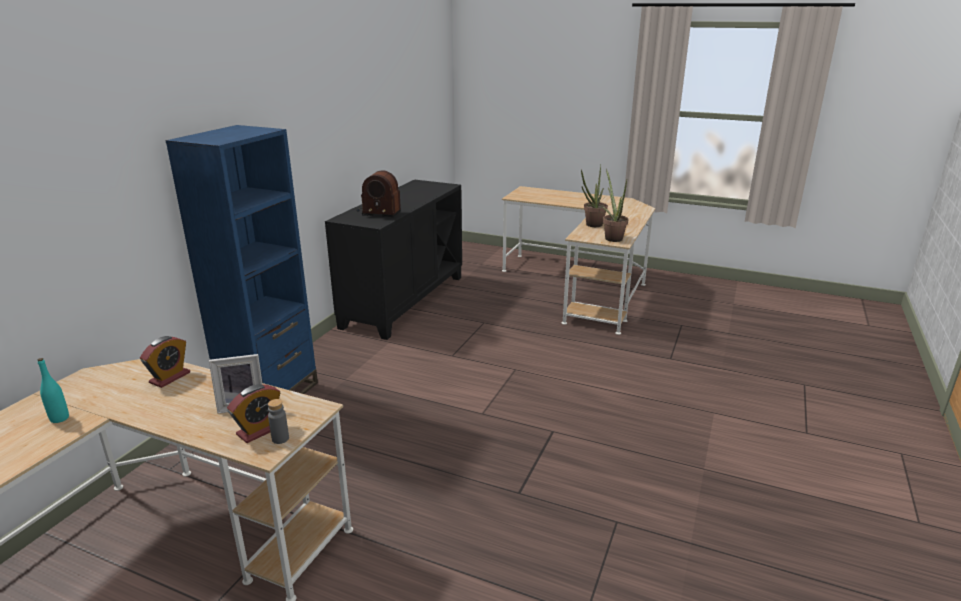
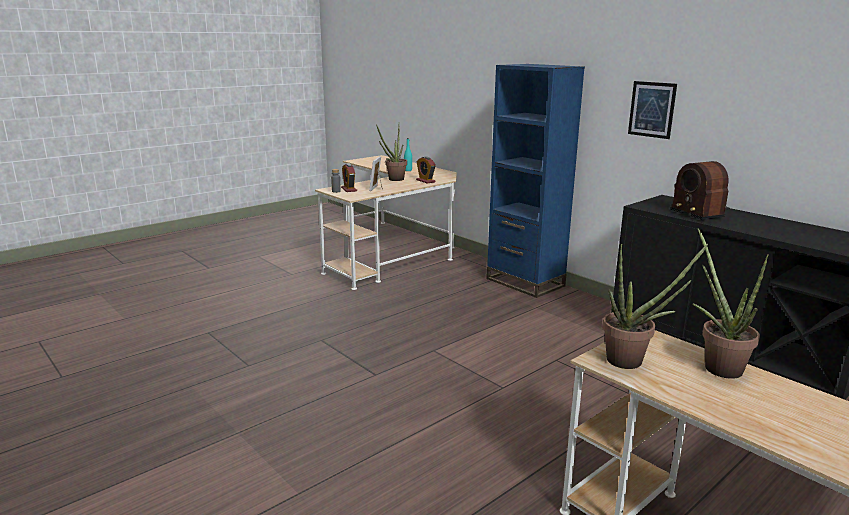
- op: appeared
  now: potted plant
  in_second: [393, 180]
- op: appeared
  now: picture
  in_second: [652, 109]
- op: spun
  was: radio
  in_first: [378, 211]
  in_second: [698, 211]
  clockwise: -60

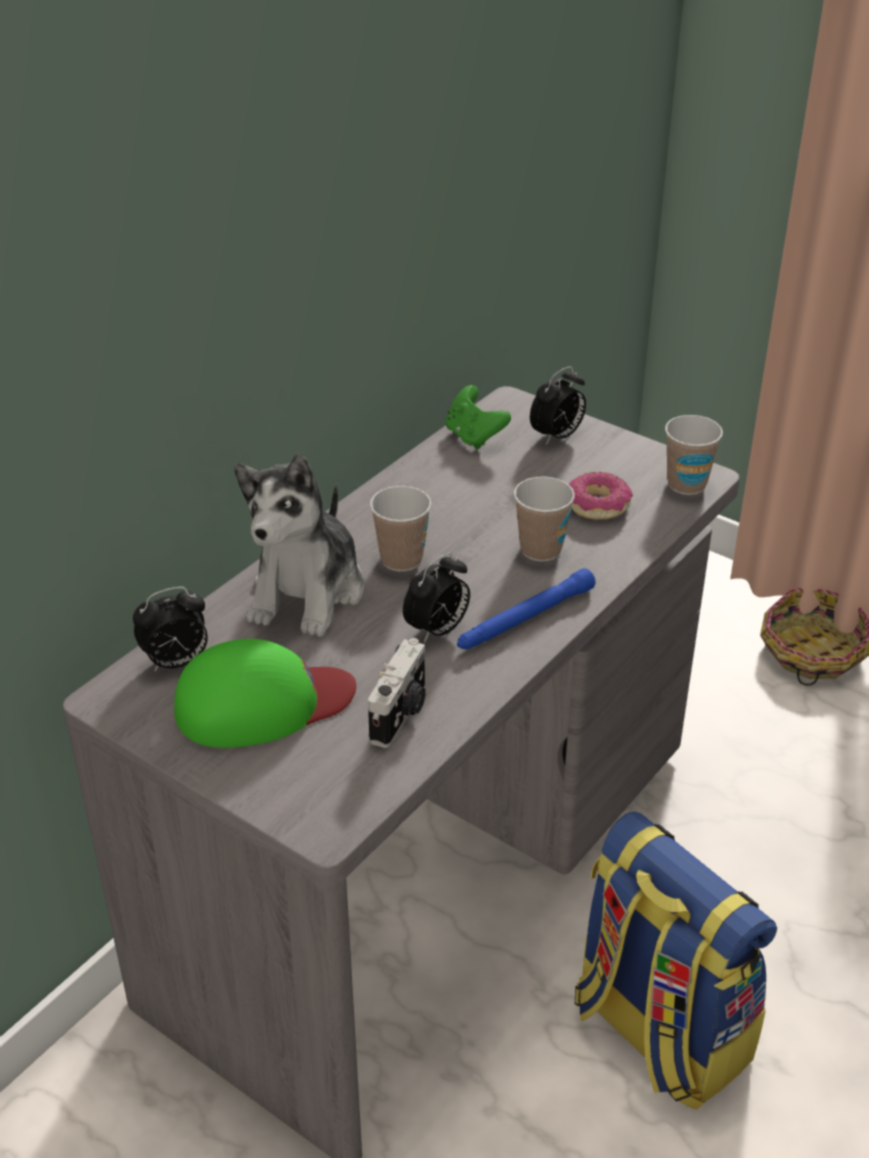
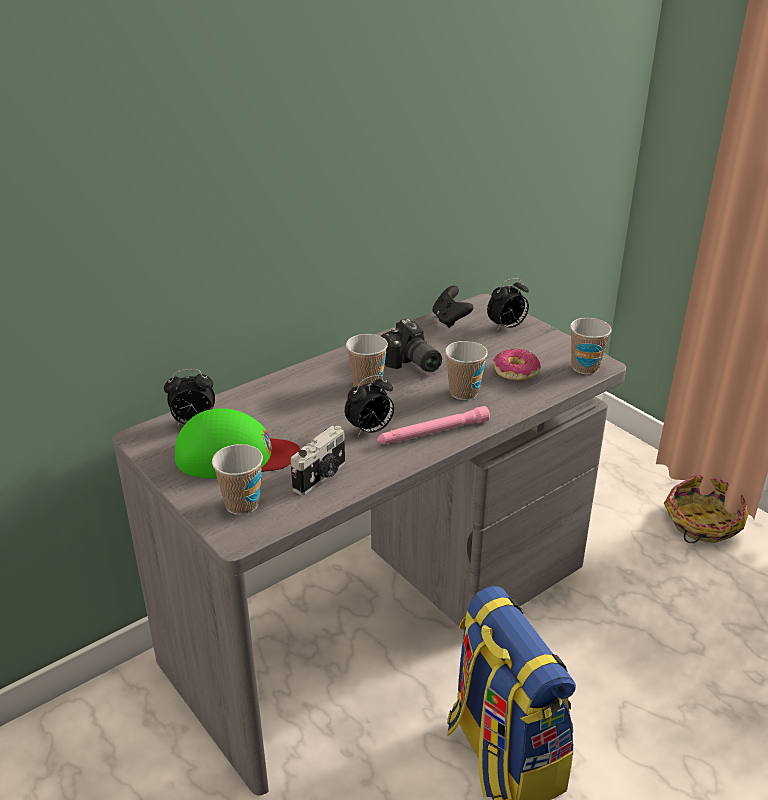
- op: appeared
  now: cup
  in_second: [242, 504]
- op: colour
  was: blue flashlight
  now: pink flashlight
  in_first: [524, 619]
  in_second: [432, 433]
- op: appeared
  now: photo camera
  in_second: [410, 364]
- op: colour
  was: green game controller
  now: black game controller
  in_first: [474, 437]
  in_second: [450, 320]
- op: missing
  was: plush toy
  in_first: [308, 592]

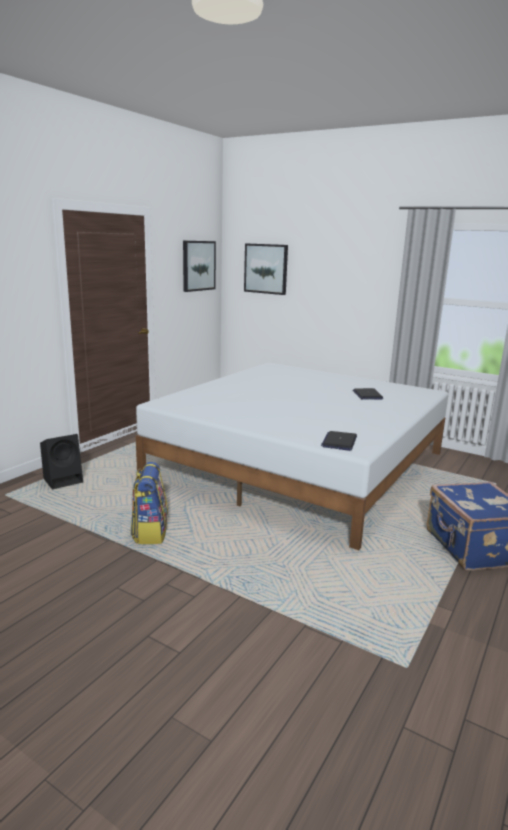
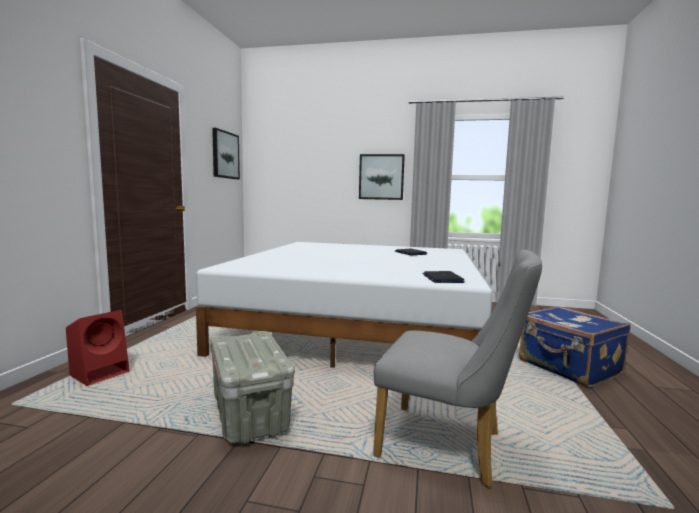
- op: colour
  was: black speaker
  now: red speaker
  in_first: [64, 480]
  in_second: [101, 373]
- op: exchanged
  was: backpack
  now: grey storage box
  in_first: [150, 532]
  in_second: [249, 413]
- op: relocated
  was: picture
  in_first: [266, 268]
  in_second: [381, 177]
- op: appeared
  now: grey chair
  in_second: [449, 446]

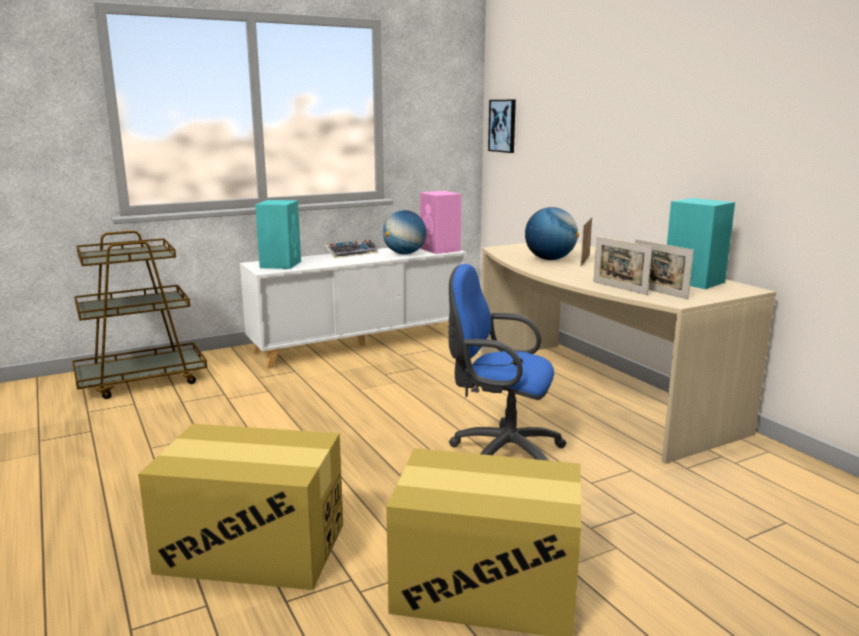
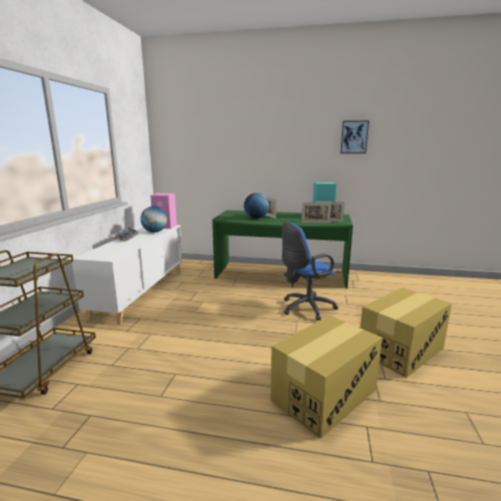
- op: colour
  was: beige desk
  now: green desk
  in_first: [593, 394]
  in_second: [280, 275]
- op: relocated
  was: picture
  in_first: [503, 126]
  in_second: [354, 137]
- op: missing
  was: turquoise speaker
  in_first: [281, 264]

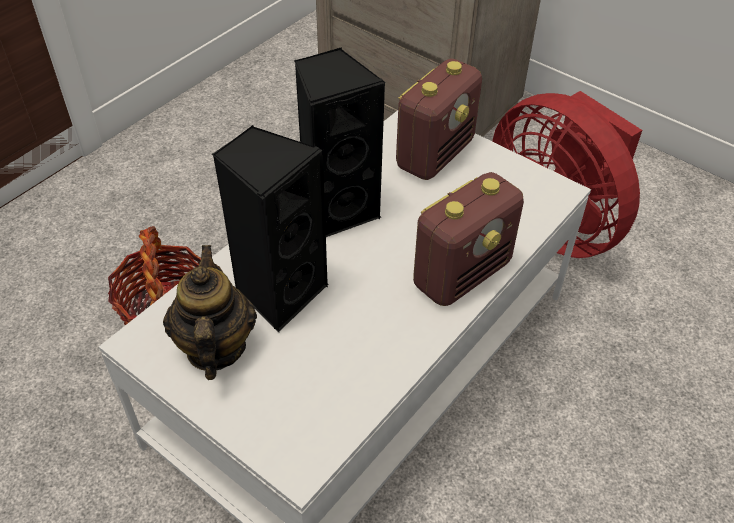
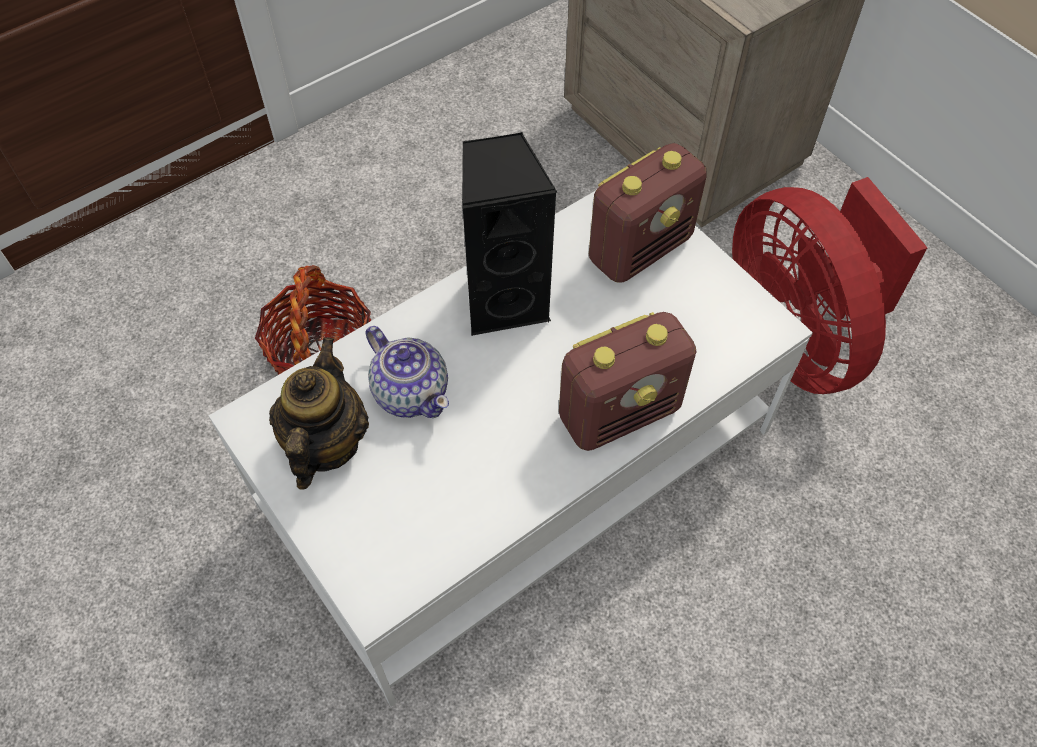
- op: exchanged
  was: black speaker
  now: teapot
  in_first: [279, 292]
  in_second: [411, 391]

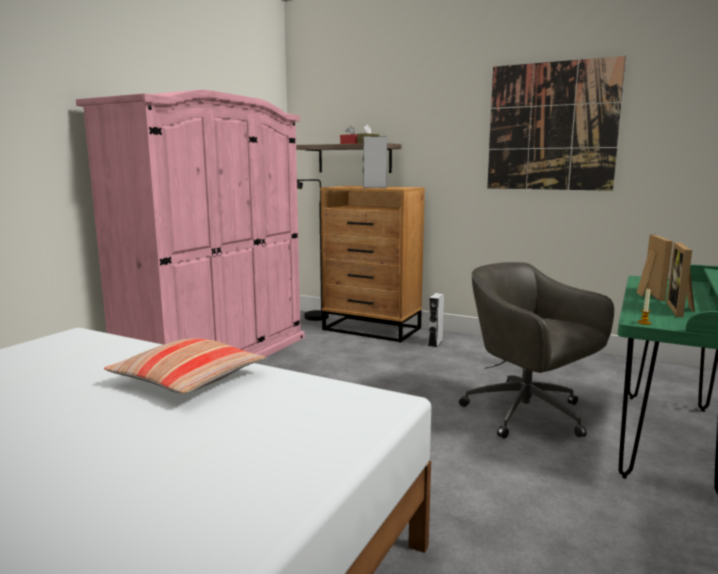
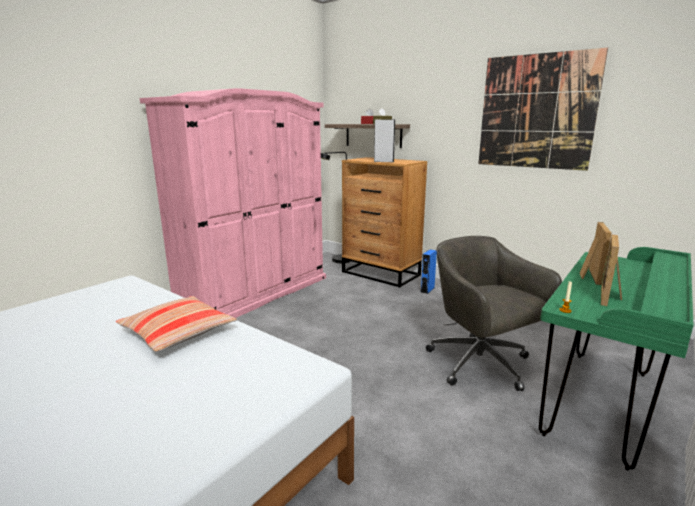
- op: colour
  was: grey speaker
  now: blue speaker
  in_first: [435, 343]
  in_second: [427, 290]

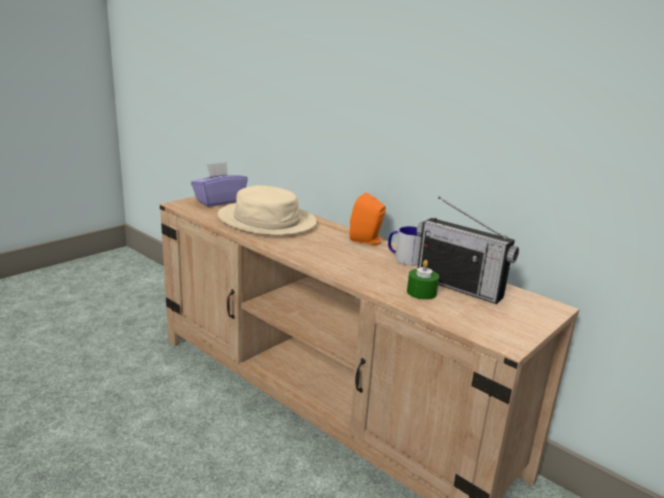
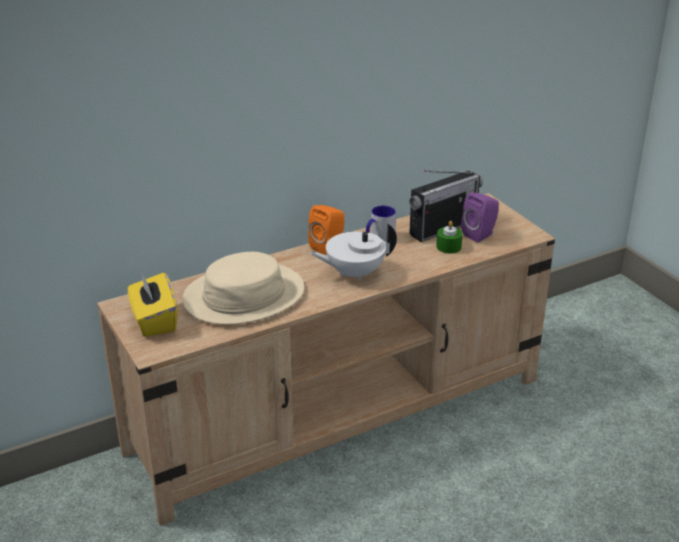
- op: colour
  was: purple tissue box
  now: yellow tissue box
  in_first: [219, 201]
  in_second: [154, 321]
- op: appeared
  now: white teapot
  in_second: [354, 273]
- op: appeared
  now: purple speaker
  in_second: [480, 234]

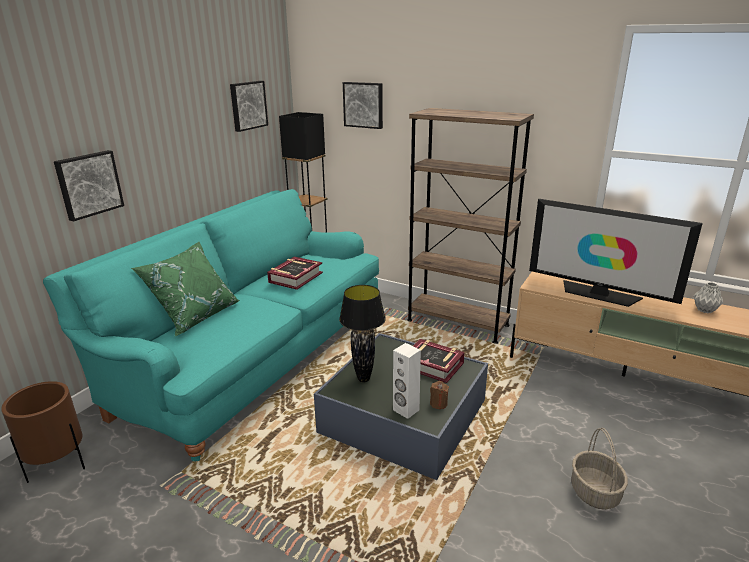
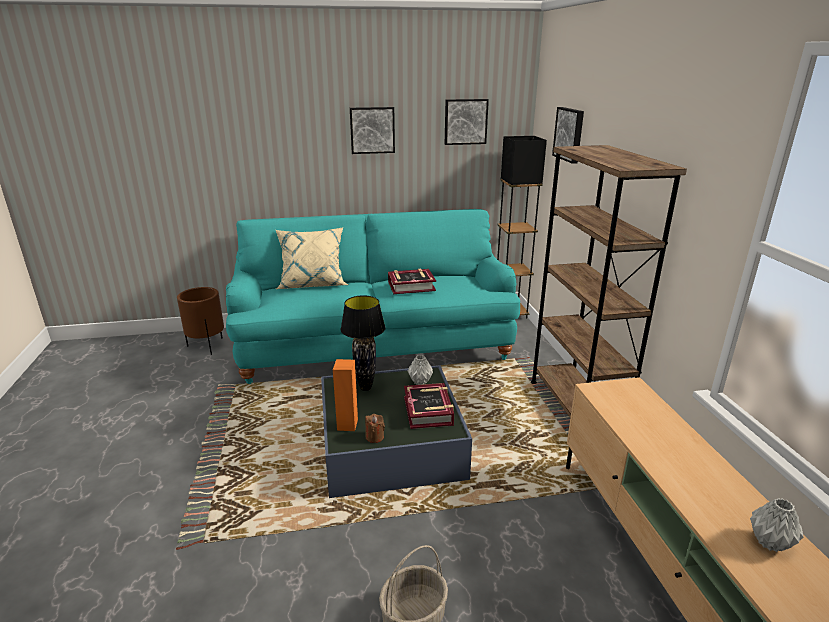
- op: colour
  was: green pillow
  now: beige pillow
  in_first: [195, 316]
  in_second: [313, 283]
- op: colour
  was: white speaker
  now: orange speaker
  in_first: [405, 410]
  in_second: [347, 424]
- op: relocated
  was: picture
  in_first: [88, 184]
  in_second: [372, 130]
- op: appeared
  now: grey vase
  in_second: [420, 382]
- op: missing
  was: television
  in_first: [599, 294]

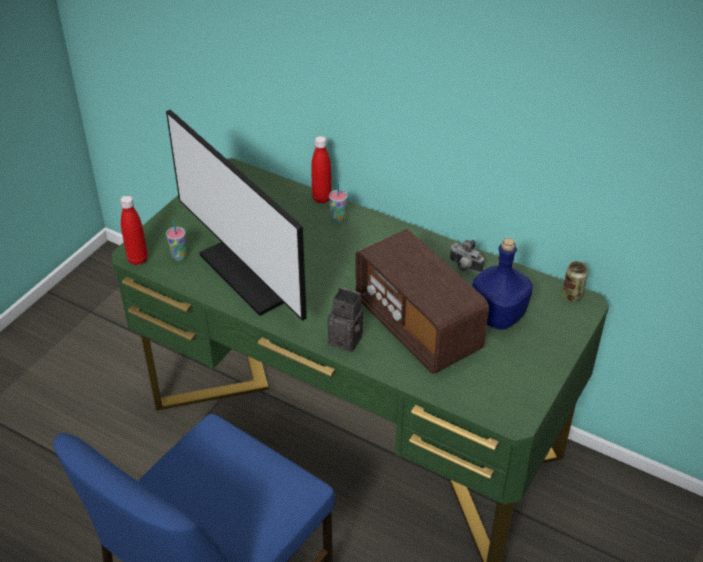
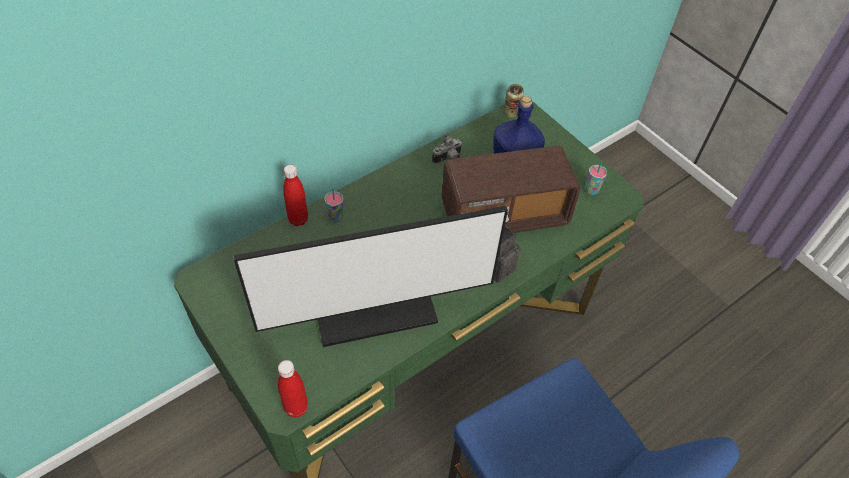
- op: relocated
  was: cup
  in_first: [179, 256]
  in_second: [591, 190]

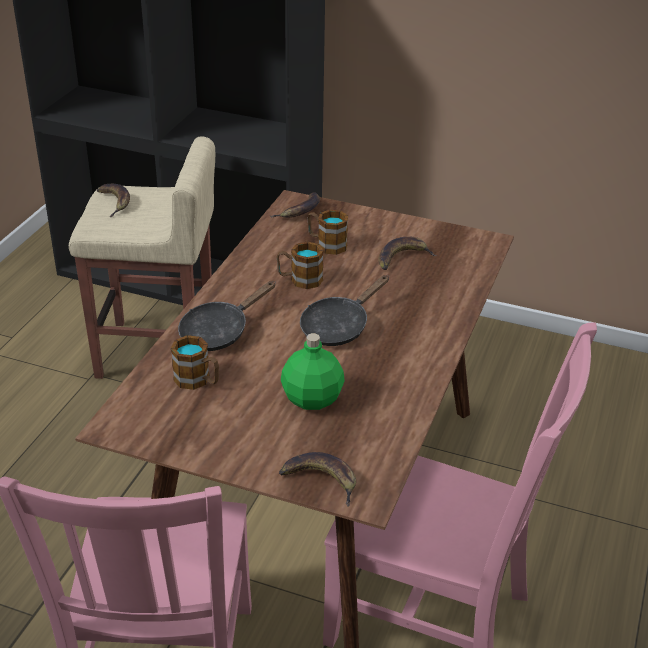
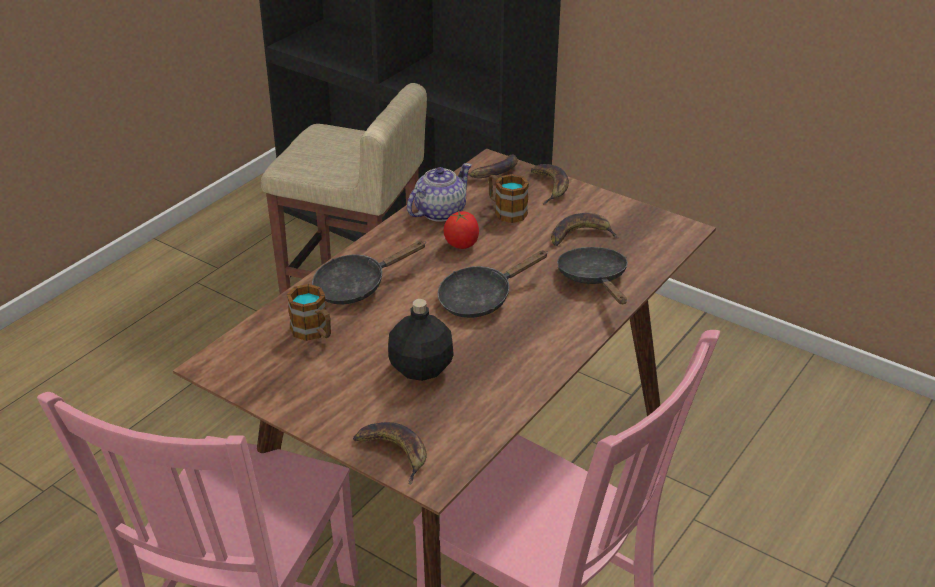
- op: colour
  was: green bottle
  now: black bottle
  in_first: [312, 399]
  in_second: [421, 369]
- op: appeared
  now: teapot
  in_second: [439, 212]
- op: exchanged
  was: mug
  now: tomato
  in_first: [299, 280]
  in_second: [461, 244]
- op: relocated
  was: banana
  in_first: [115, 202]
  in_second: [550, 187]
- op: appeared
  now: black frying pan
  in_second: [594, 279]

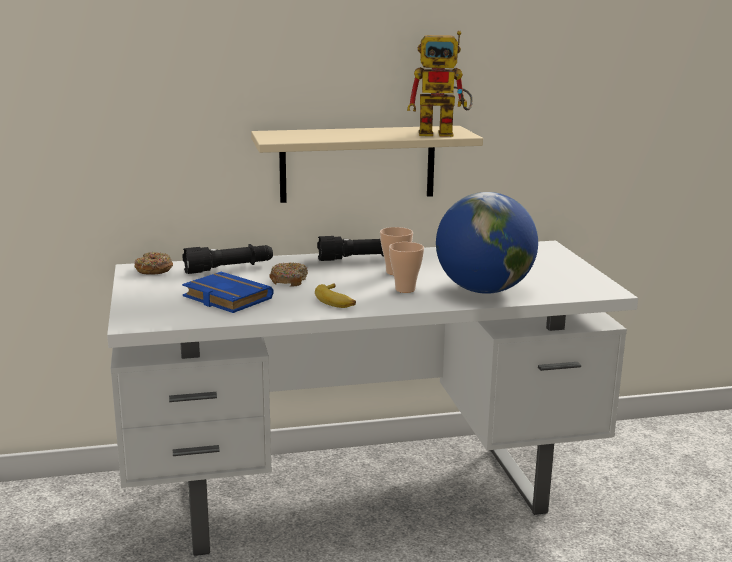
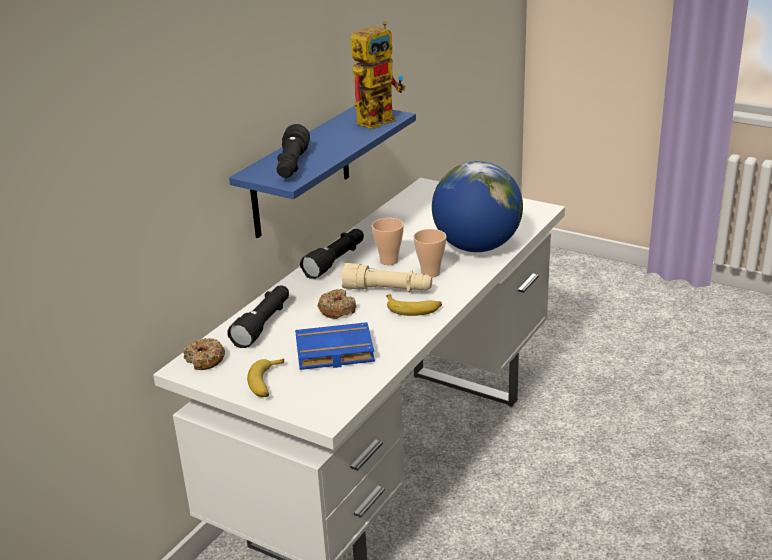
- op: colour
  was: beige shelf
  now: blue shelf
  in_first: [357, 164]
  in_second: [301, 172]
- op: appeared
  now: banana
  in_second: [267, 383]
- op: appeared
  now: black flashlight
  in_second: [292, 165]
- op: appeared
  now: beige flashlight
  in_second: [387, 290]

